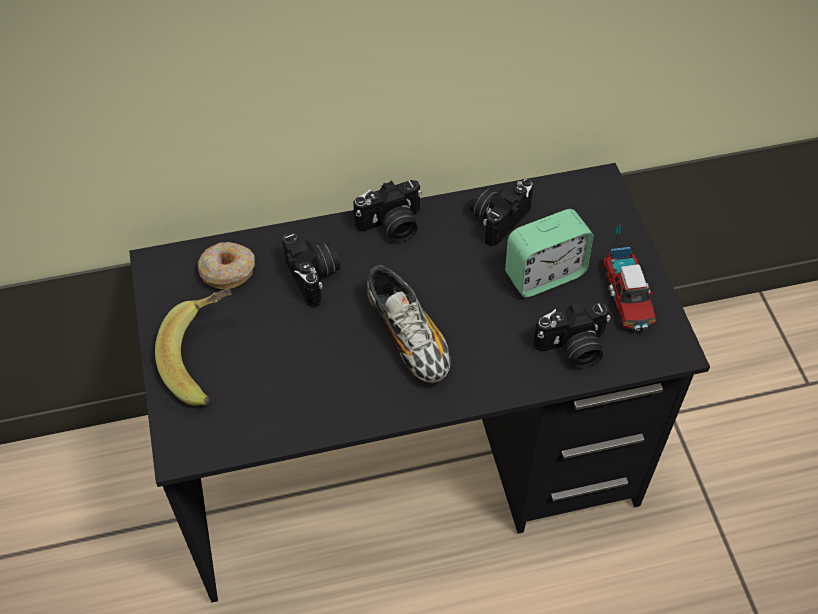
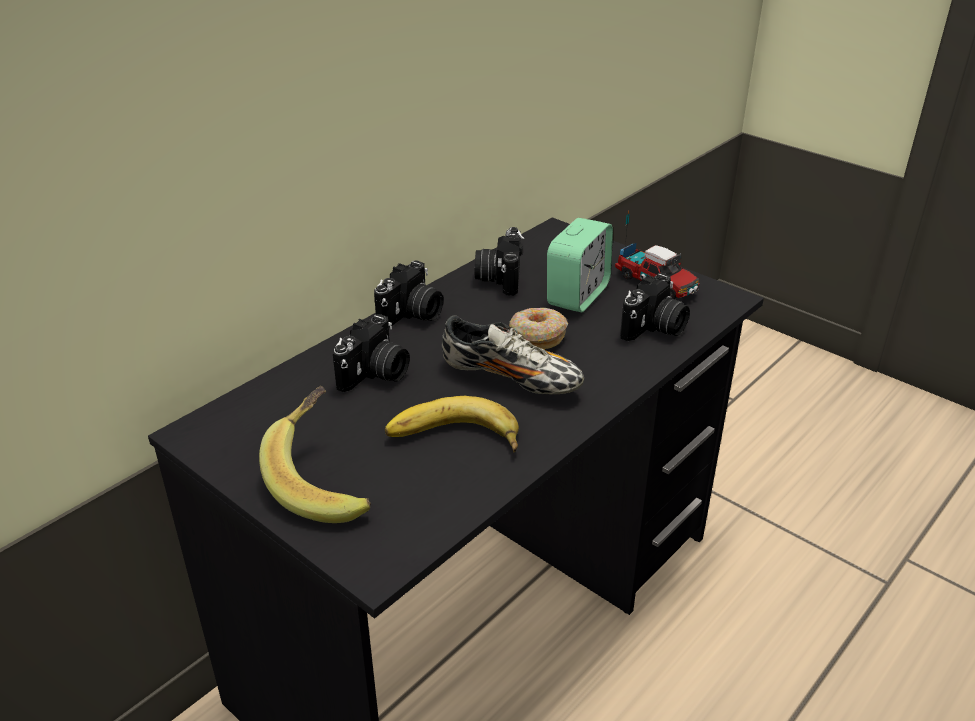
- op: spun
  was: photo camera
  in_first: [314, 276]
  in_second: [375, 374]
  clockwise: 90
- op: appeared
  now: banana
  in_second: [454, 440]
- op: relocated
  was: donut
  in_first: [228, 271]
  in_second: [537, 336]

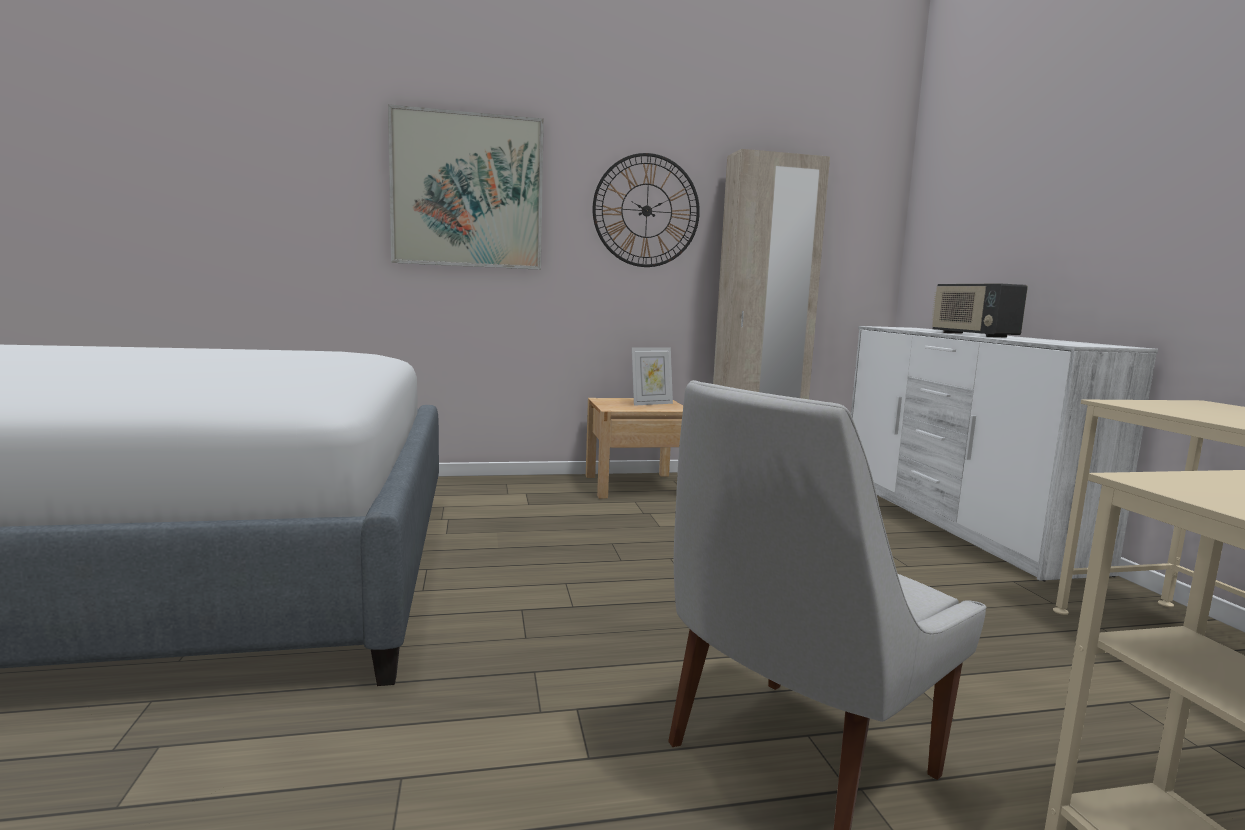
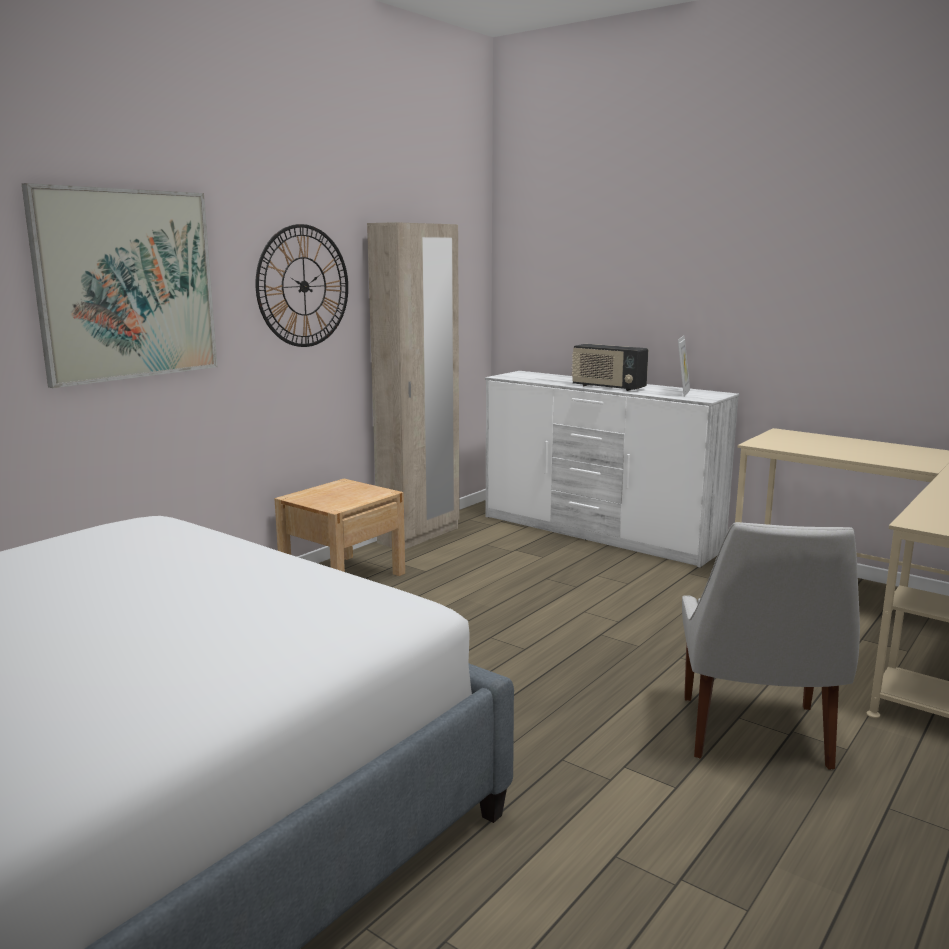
- op: relocated
  was: picture frame
  in_first: [651, 403]
  in_second: [682, 393]

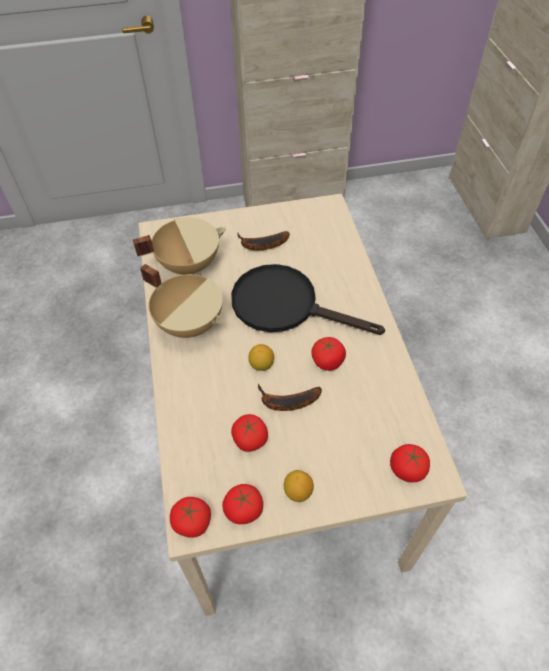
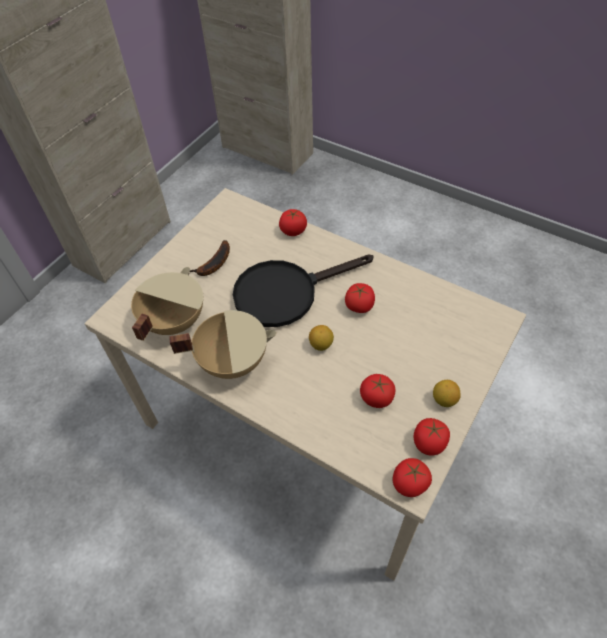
- op: relocated
  was: tomato
  in_first: [407, 469]
  in_second: [293, 231]
- op: missing
  was: banana
  in_first: [286, 402]

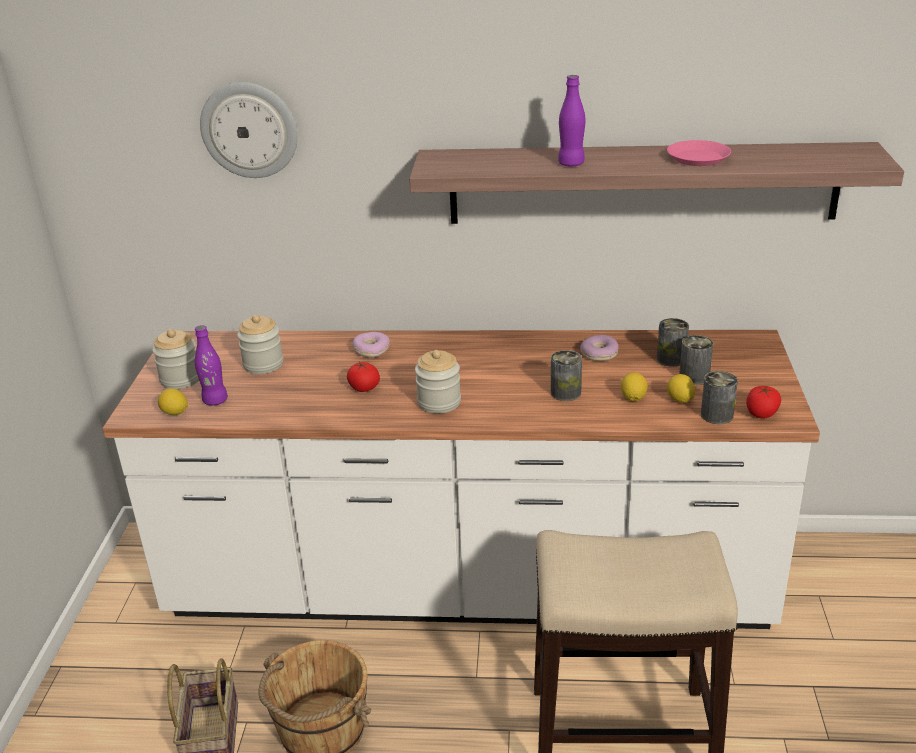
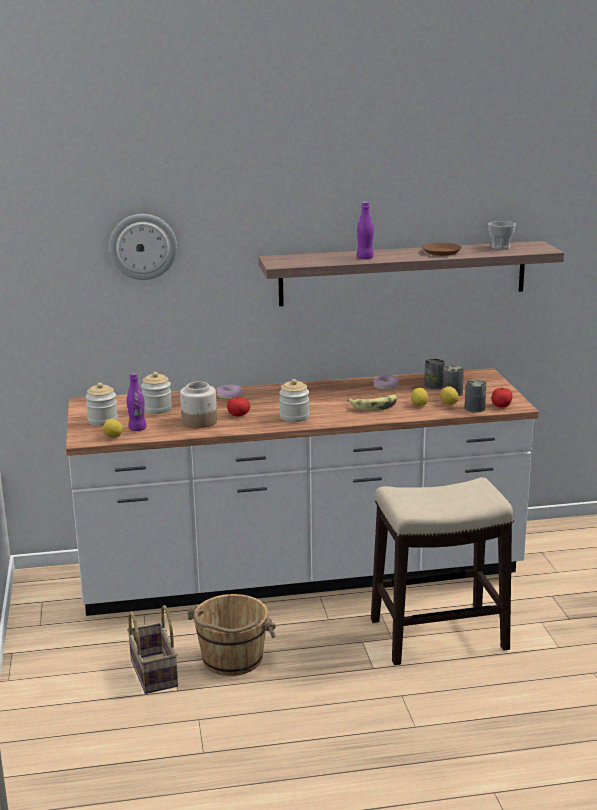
- op: appeared
  now: jar
  in_second: [199, 421]
- op: exchanged
  was: can
  now: banana
  in_first: [565, 392]
  in_second: [375, 406]
- op: colour
  was: pink plate
  now: brown plate
  in_first: [698, 158]
  in_second: [441, 252]
- op: appeared
  now: cup
  in_second: [500, 247]

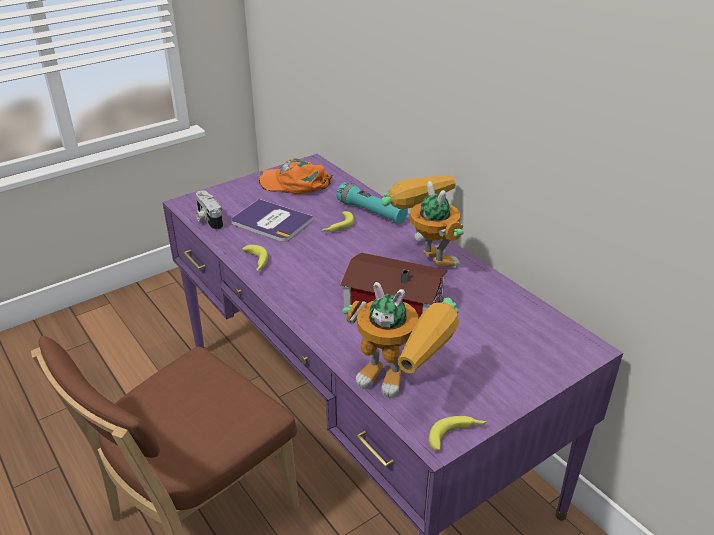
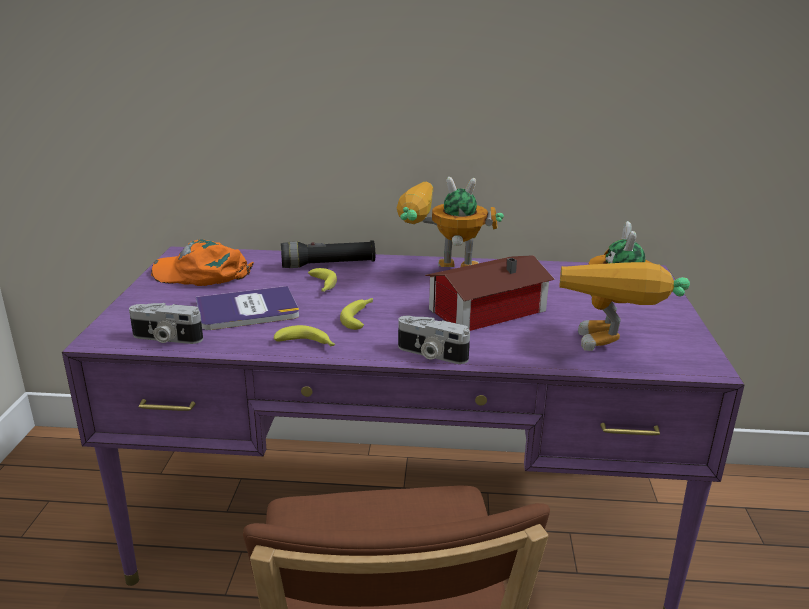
- op: spun
  was: orange cap
  in_first: [295, 183]
  in_second: [202, 274]
  clockwise: 45
- op: colour
  was: turquoise flashlight
  now: black flashlight
  in_first: [371, 212]
  in_second: [328, 265]
- op: relocated
  was: banana
  in_first: [457, 435]
  in_second: [360, 317]
- op: appeared
  now: photo camera
  in_second: [431, 354]
- op: spun
  was: toy robot
  in_first: [401, 383]
  in_second: [610, 351]
  clockwise: 120

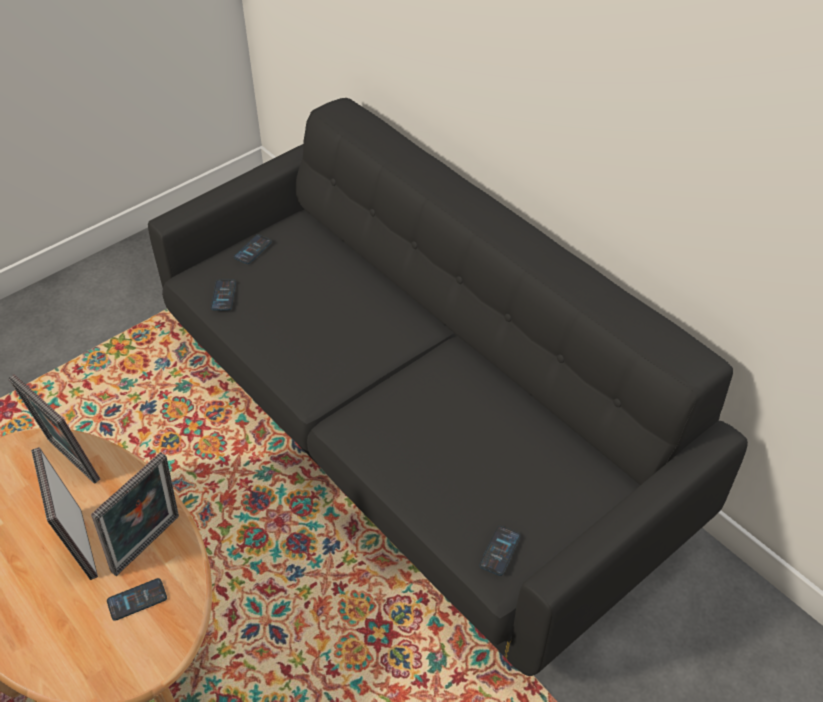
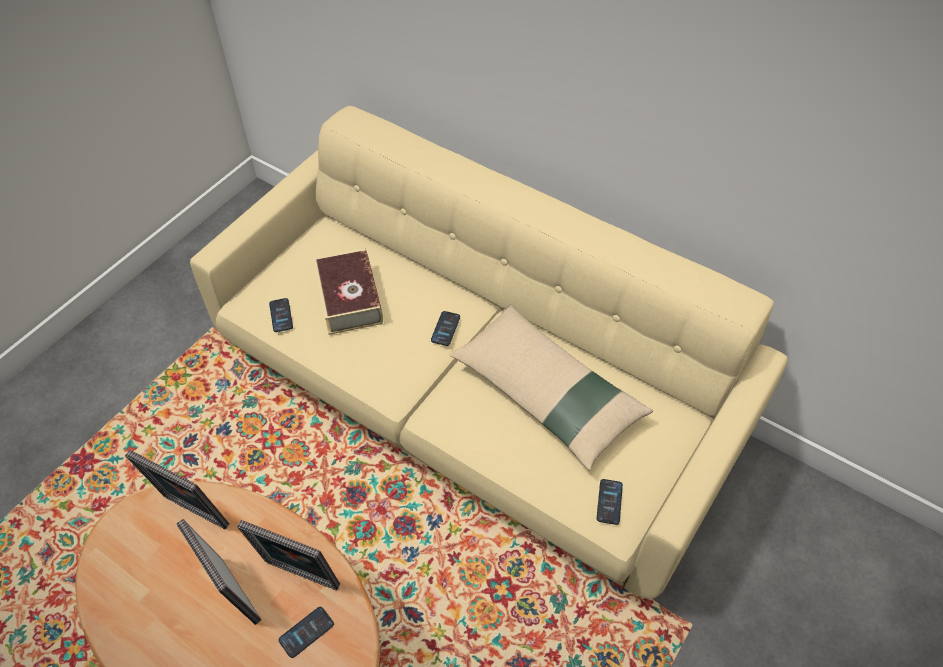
- op: colour
  was: black sofa
  now: beige sofa
  in_first: [413, 433]
  in_second: [473, 399]
- op: spun
  was: picture frame
  in_first: [149, 546]
  in_second: [300, 578]
  clockwise: 90
- op: appeared
  now: book
  in_second: [349, 298]
- op: relocated
  was: phone
  in_first: [253, 250]
  in_second: [445, 329]
- op: appeared
  now: beige pillow
  in_second: [546, 394]

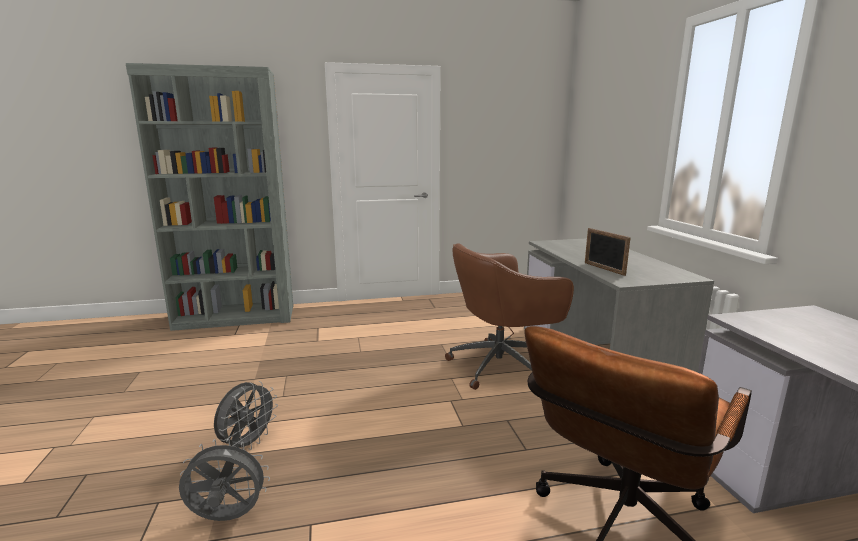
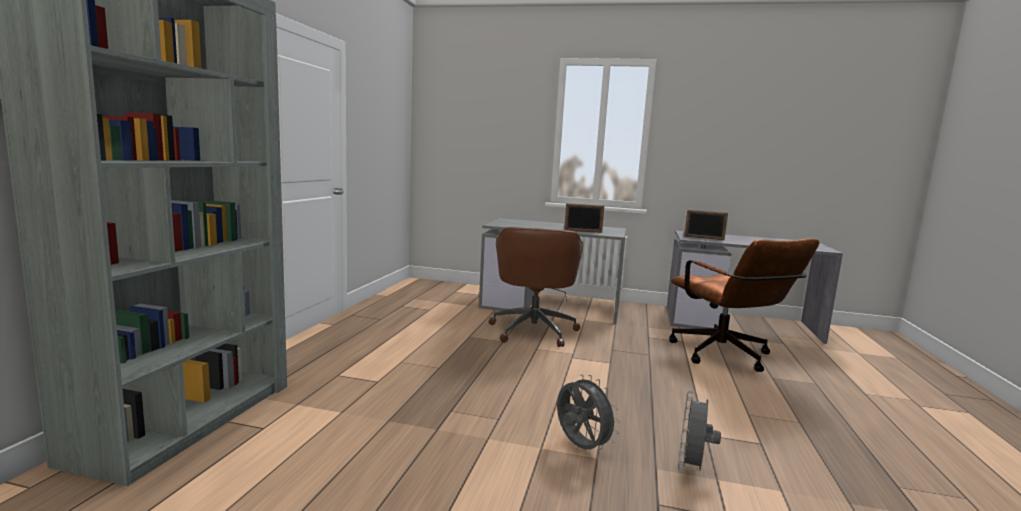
- op: appeared
  now: picture frame
  in_second: [704, 238]

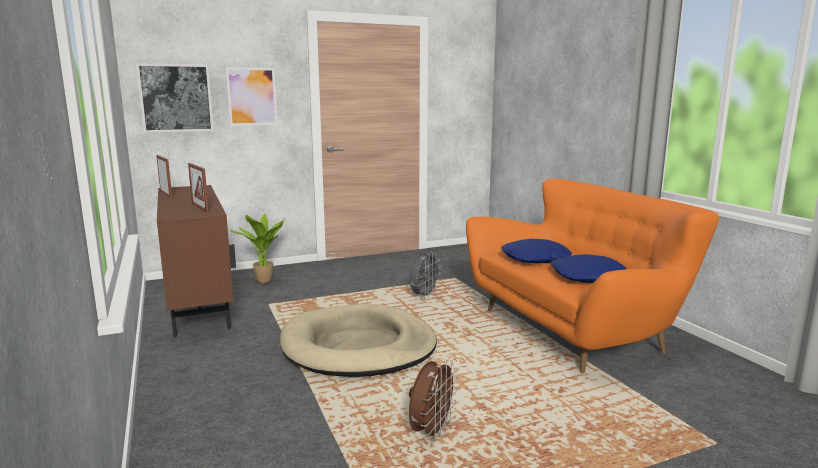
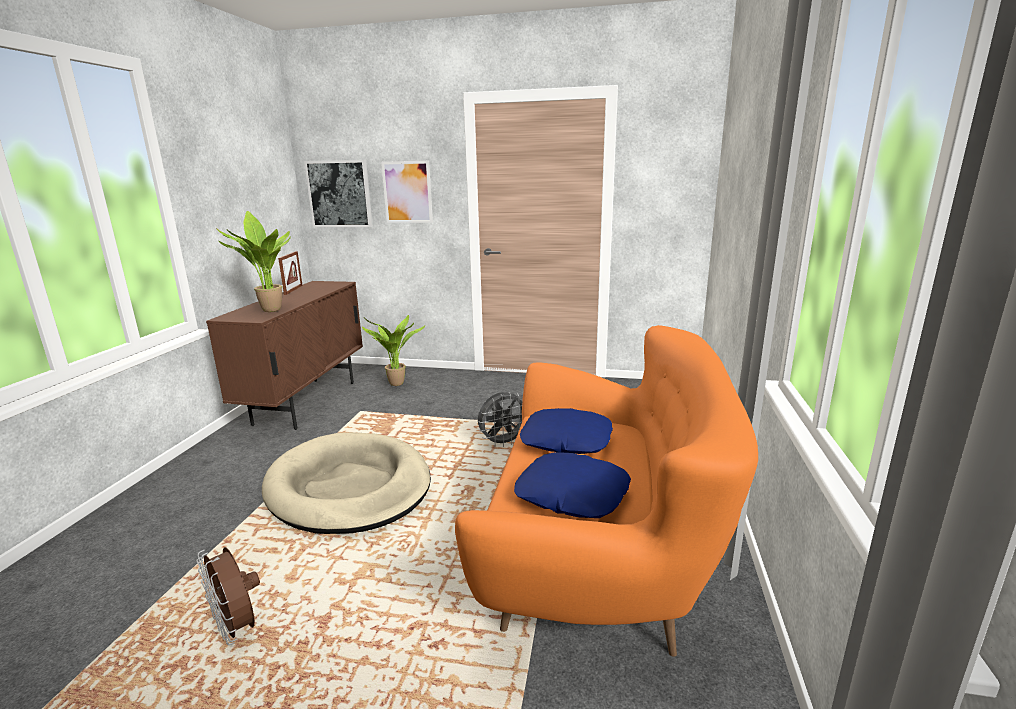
- op: spun
  was: brown fan
  in_first: [431, 432]
  in_second: [238, 628]
  clockwise: 75
- op: exchanged
  was: picture frame
  now: potted plant
  in_first: [200, 208]
  in_second: [268, 310]

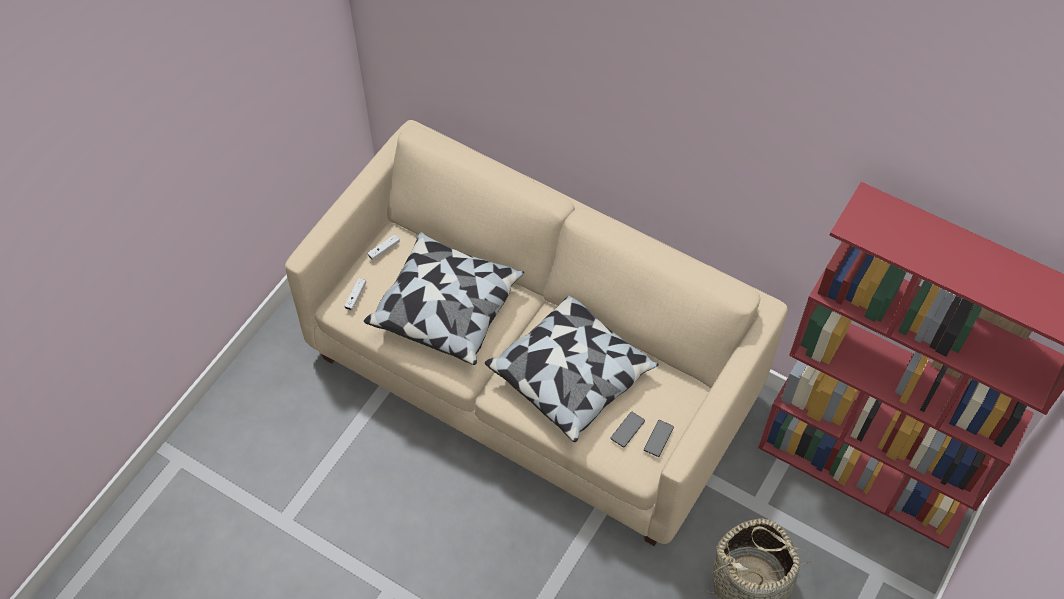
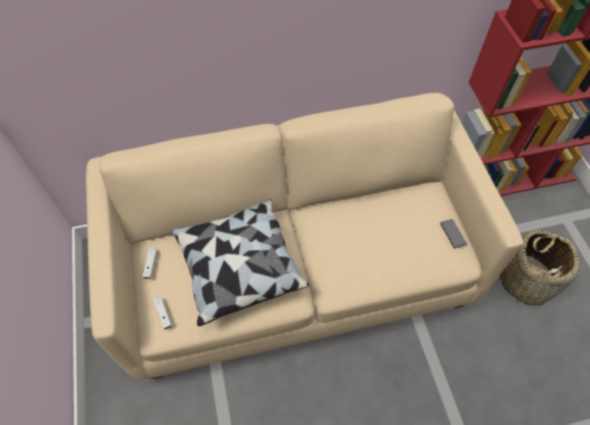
- op: missing
  was: pillow
  in_first: [571, 375]
- op: missing
  was: phone
  in_first: [627, 430]

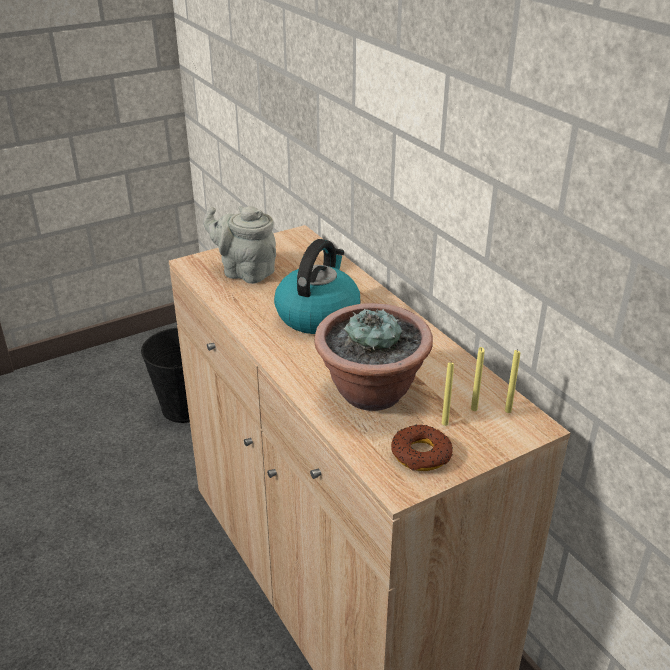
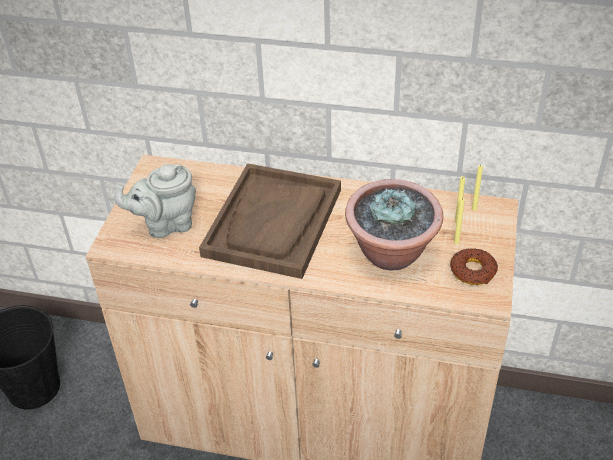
- op: exchanged
  was: kettle
  now: brown tray
  in_first: [318, 315]
  in_second: [273, 222]

